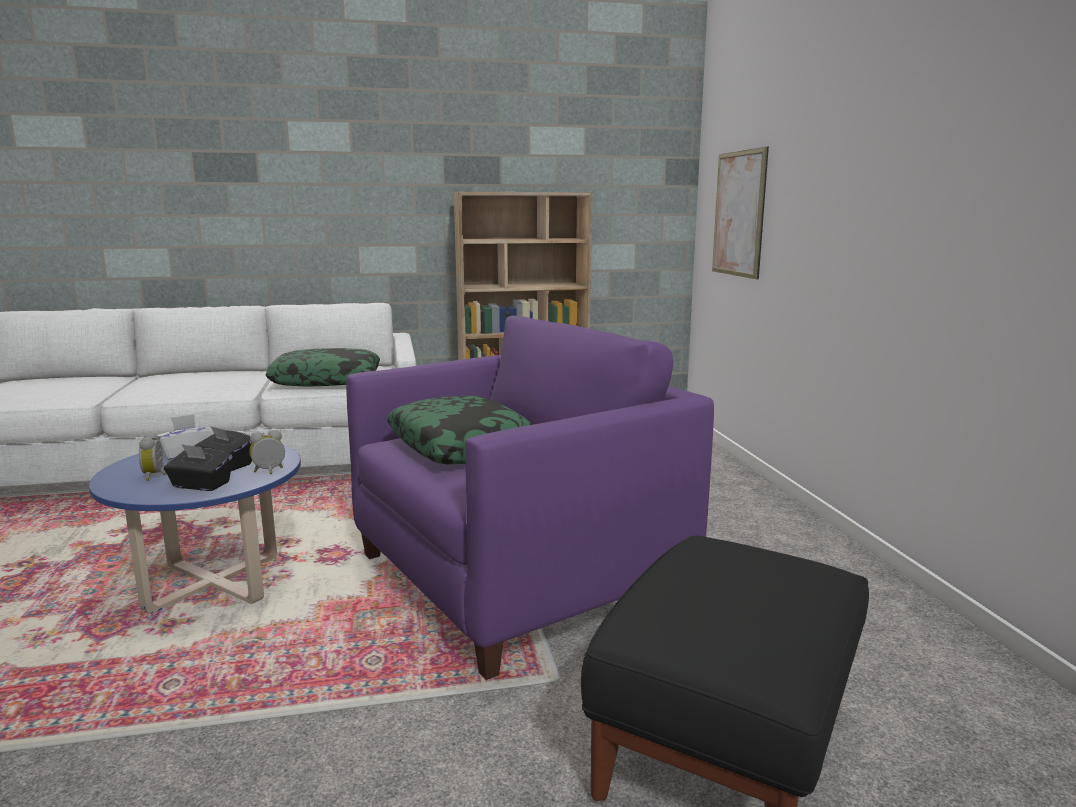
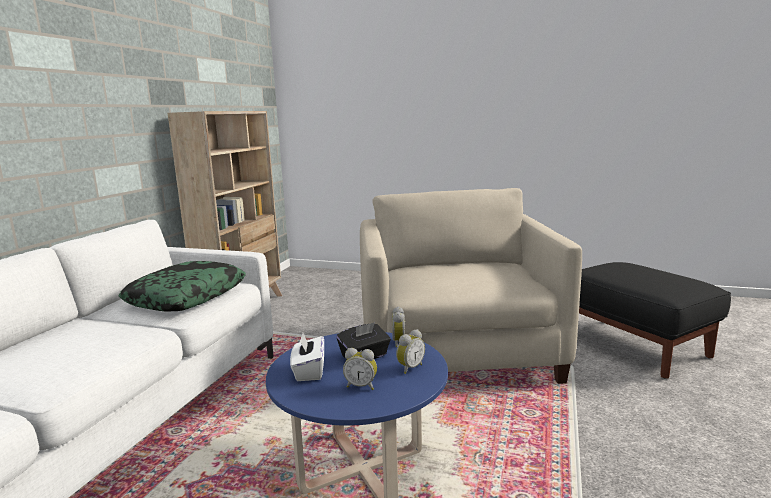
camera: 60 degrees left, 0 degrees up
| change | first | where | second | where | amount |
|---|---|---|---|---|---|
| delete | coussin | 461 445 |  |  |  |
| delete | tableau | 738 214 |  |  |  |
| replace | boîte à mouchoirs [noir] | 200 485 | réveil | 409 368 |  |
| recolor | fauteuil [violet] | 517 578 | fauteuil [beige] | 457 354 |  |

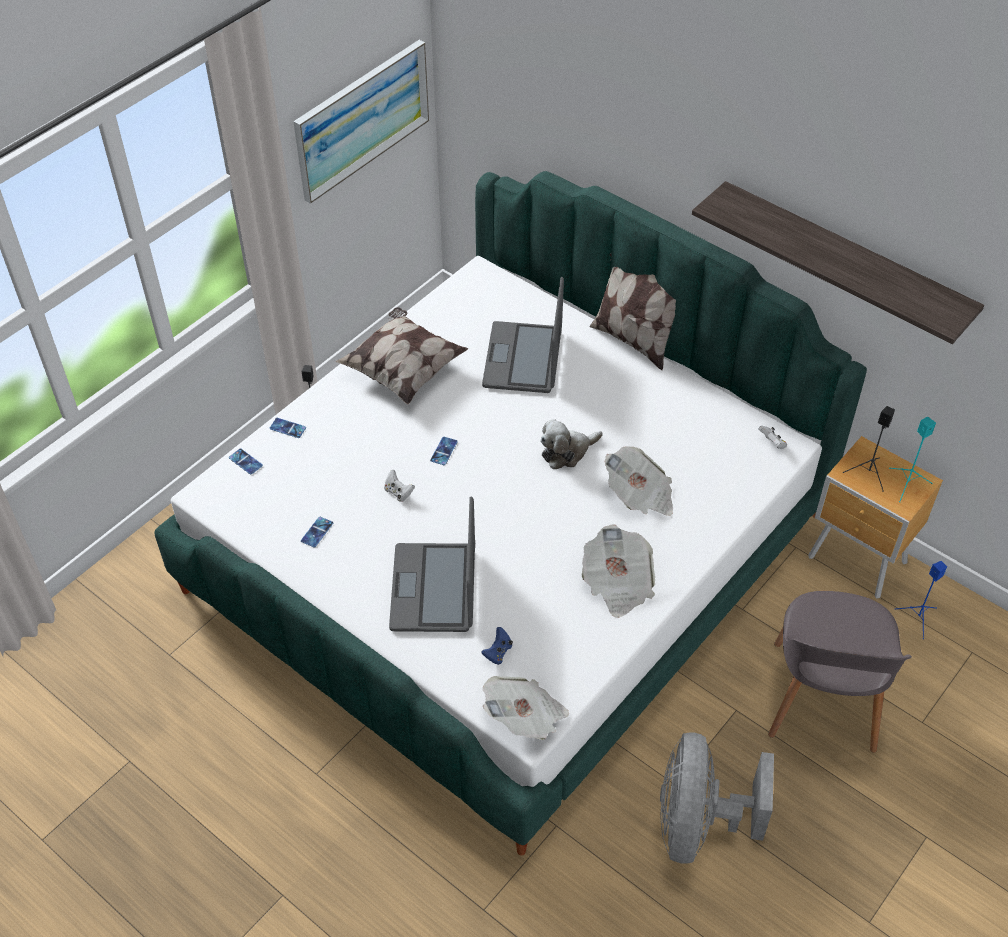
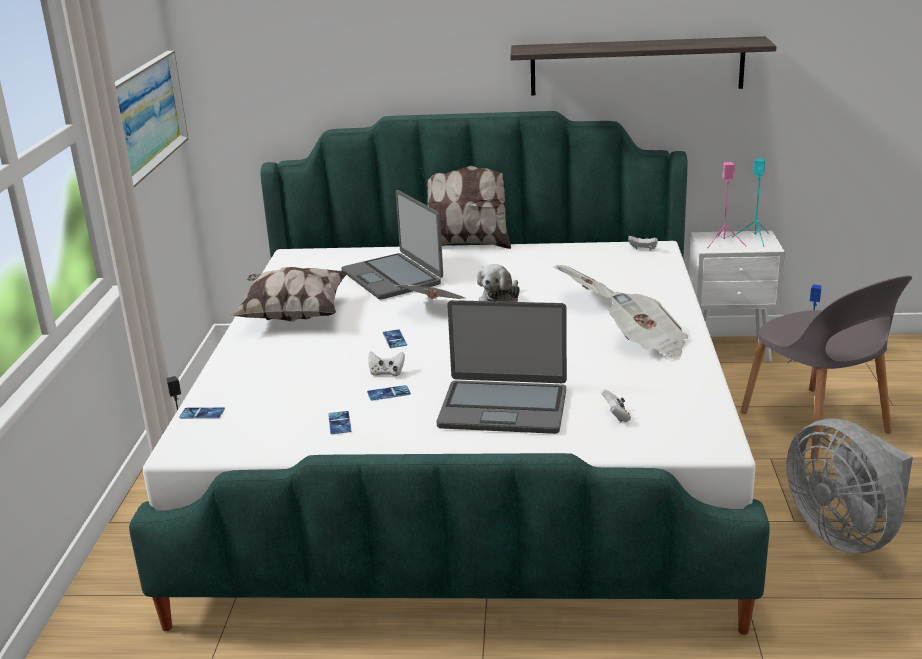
camera: 35 degrees left, 25 degrees down
| change | first | where | second | where | amount |
|---|---|---|---|---|---|
| move | téléphone | 288 428 |  | 388 393 |  |
| move | journal | 525 718 |  | 435 310 |  |
| recolor | manette [bleu] | 498 652 | manette [blanc] | 616 416 |  |
| recolor | table de chevet [marron] | 858 562 | table de chevet [blanc] | 731 352 |  |
| recolor | enceinte [noir] | 869 474 | enceinte [rose] | 724 243 |  |
| rotate | ordinateur portable | 434 588 |  | 503 407 | 45 degrees counterclockwise |

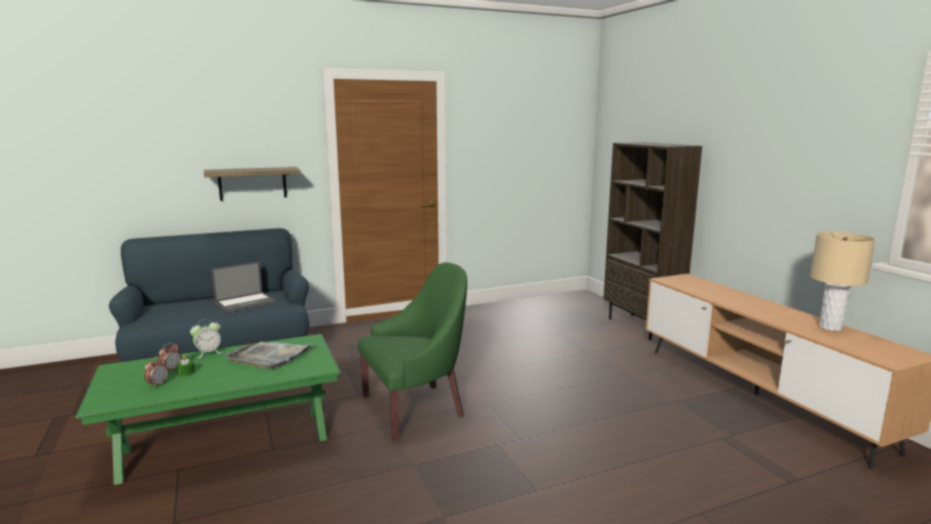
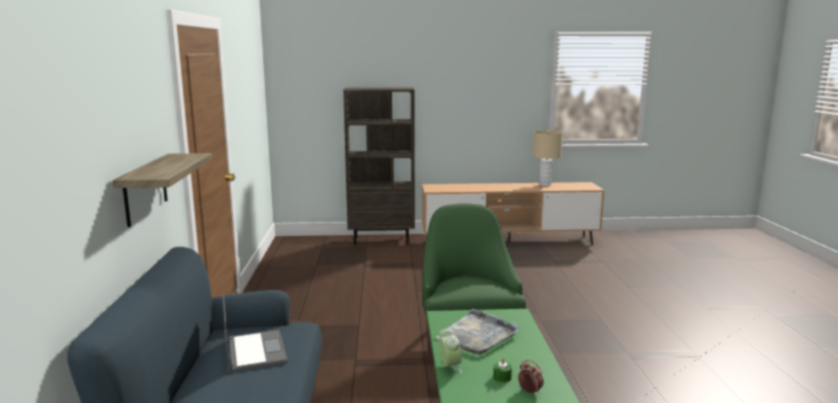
camera: 70 degrees left, 0 degrees up
| change | first | where | second | where | amount |
|---|---|---|---|---|---|
| delete | réveil | 171 369 |  |  |  |

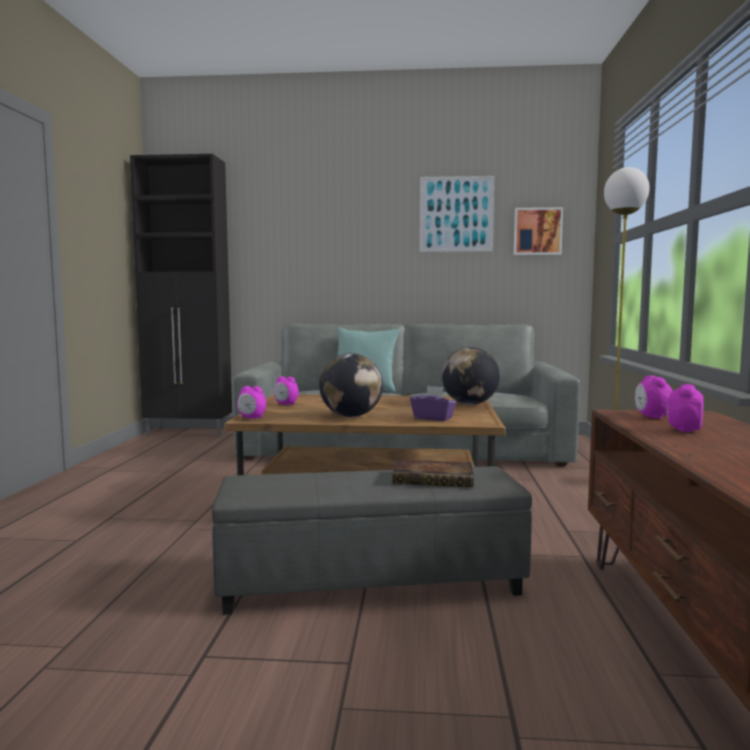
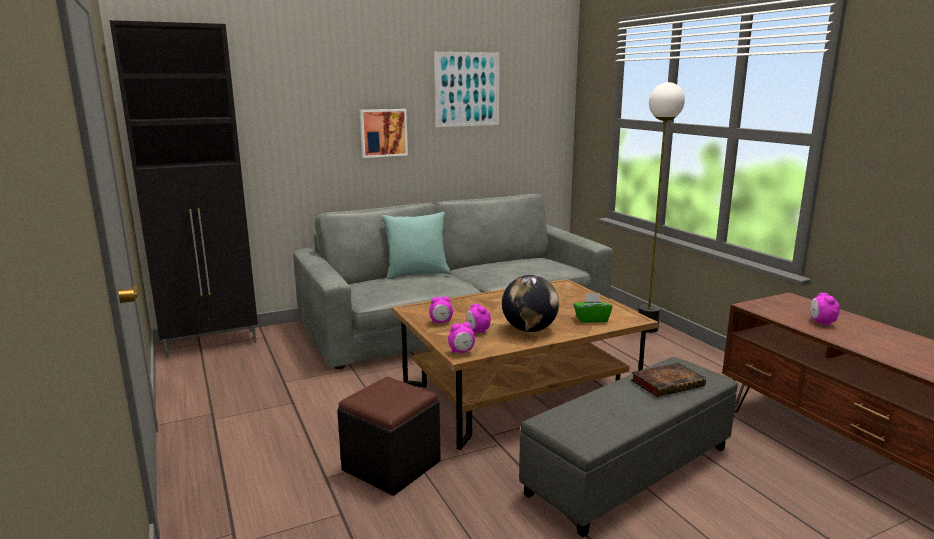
camera: 30 degrees left, 10 degrees up
| change | first | where | second | where | amount |
|---|---|---|---|---|---|
| delete | globe | 469 404 |  |  |  |
| insert |  |  | pouf [noir] | 391 466 |  |
| move | tableau | 537 231 |  | 383 132 |  |
| move | réveil | 651 417 |  | 477 331 |  |
| recolor | boîte à mouchoirs [violet] | 433 418 | boîte à mouchoirs [vert] | 591 319 |  |

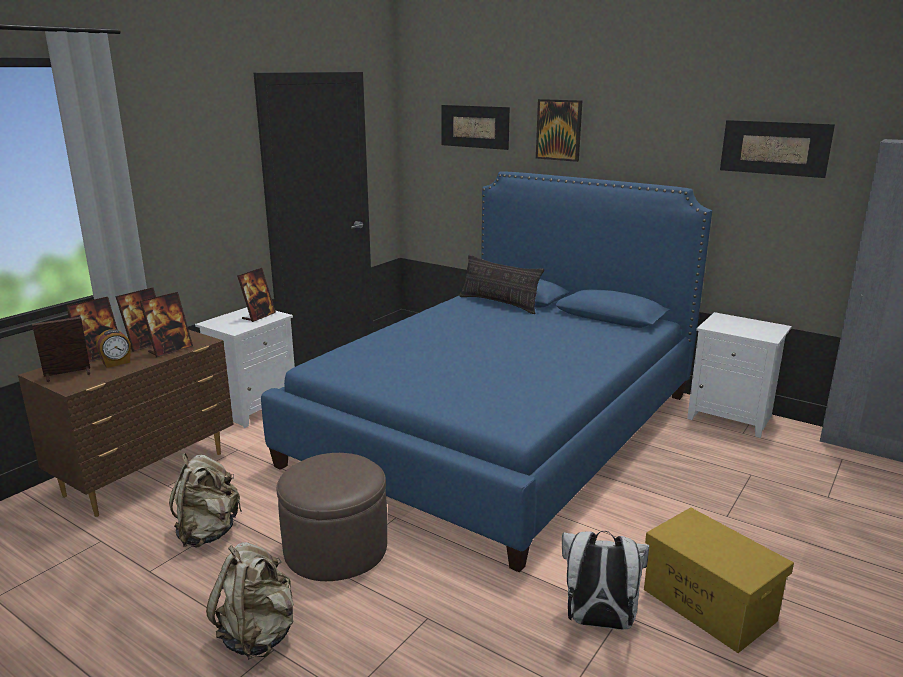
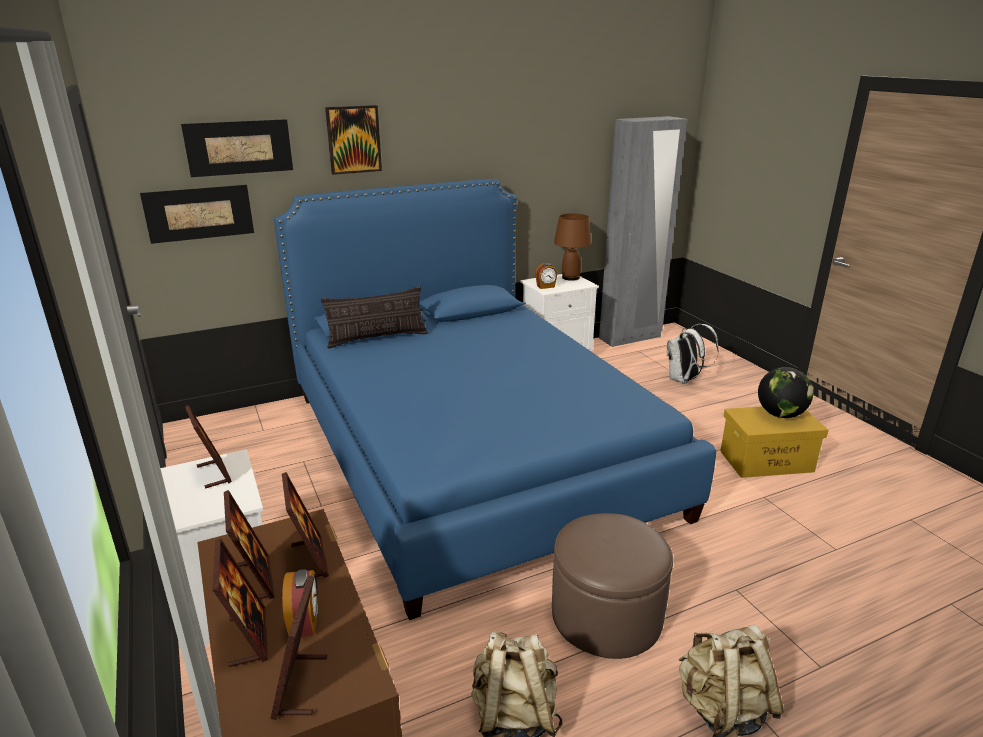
camera: 60 degrees left, 5 degrees up
| change | first | where | second | where | amount |
|---|---|---|---|---|---|
| insert |  |  | réveil | 546 286 |  |
| insert |  |  | lampe de table [marron] | 570 278 |  |
| insert |  |  | globe | 780 414 |  |
| move | sac à dos [blanc] | 598 622 |  | 684 380 |  |
| move | tableau | 774 148 |  | 199 213 |  |

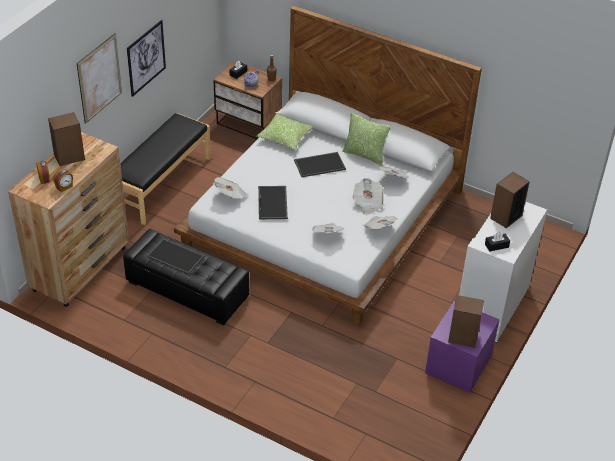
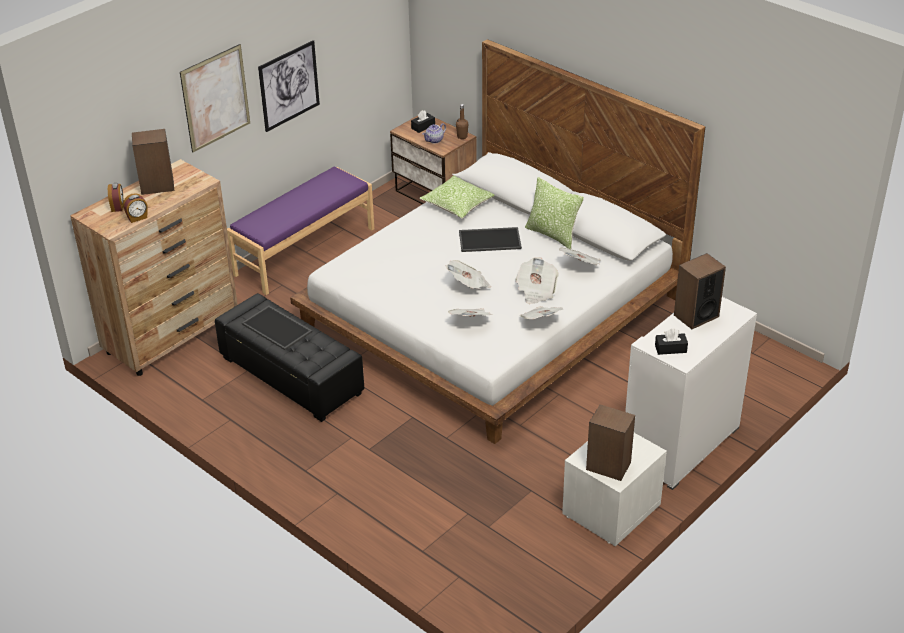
camera: 15 degrees right, 5 degrees down
| change | first | where | second | where | amount |
|---|---|---|---|---|---|
| delete | plateau | 273 203 |  |  |  |
| move | journal | 230 195 |  | 469 285 |  |
| recolor | banc [noir] | 161 183 | banc [violet] | 304 251 |  |
| recolor | table de chevet [violet] | 459 365 | table de chevet [blanc] | 611 510 |  |

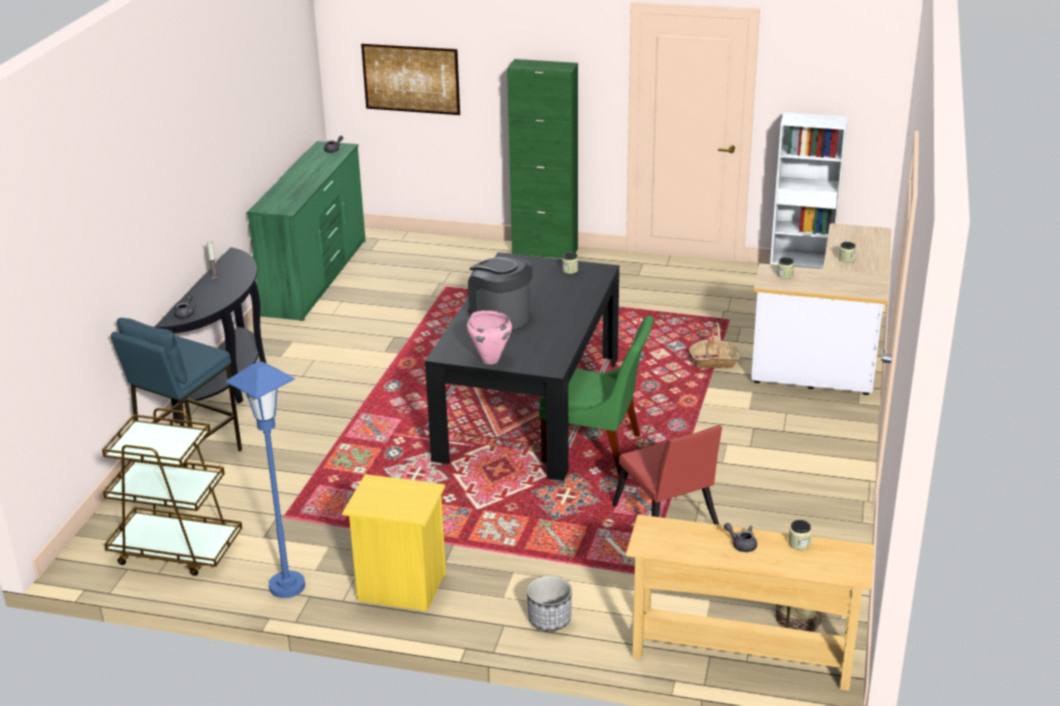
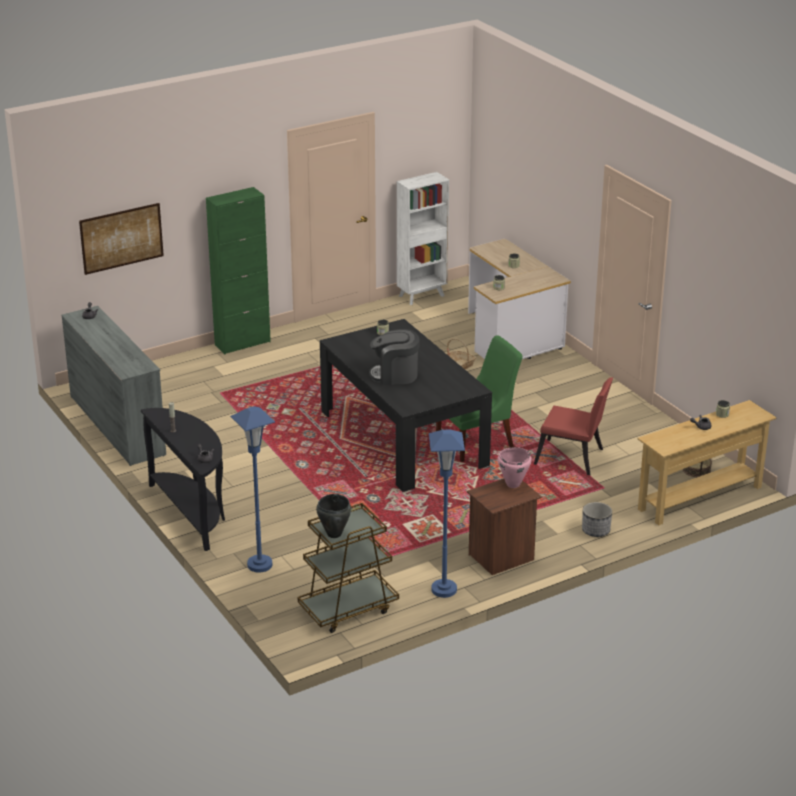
camera: 45 degrees left, 0 degrees up
| change | first | where | second | where | amount |
|---|---|---|---|---|---|
| insert |  |  | marmite [noir] | 334 534 |  |
| move | marmite [rose] | 490 359 |  | 512 484 |  |
| replace | tabouret [bleu] | 189 461 | lampadaire [bleu] | 259 565 |  |
| recolor | commode [vert] | 317 277 | commode [gris] | 117 425 |  |
| recolor | table de chevet [jaune] | 400 588 | table de chevet [marron] | 502 558 |  |

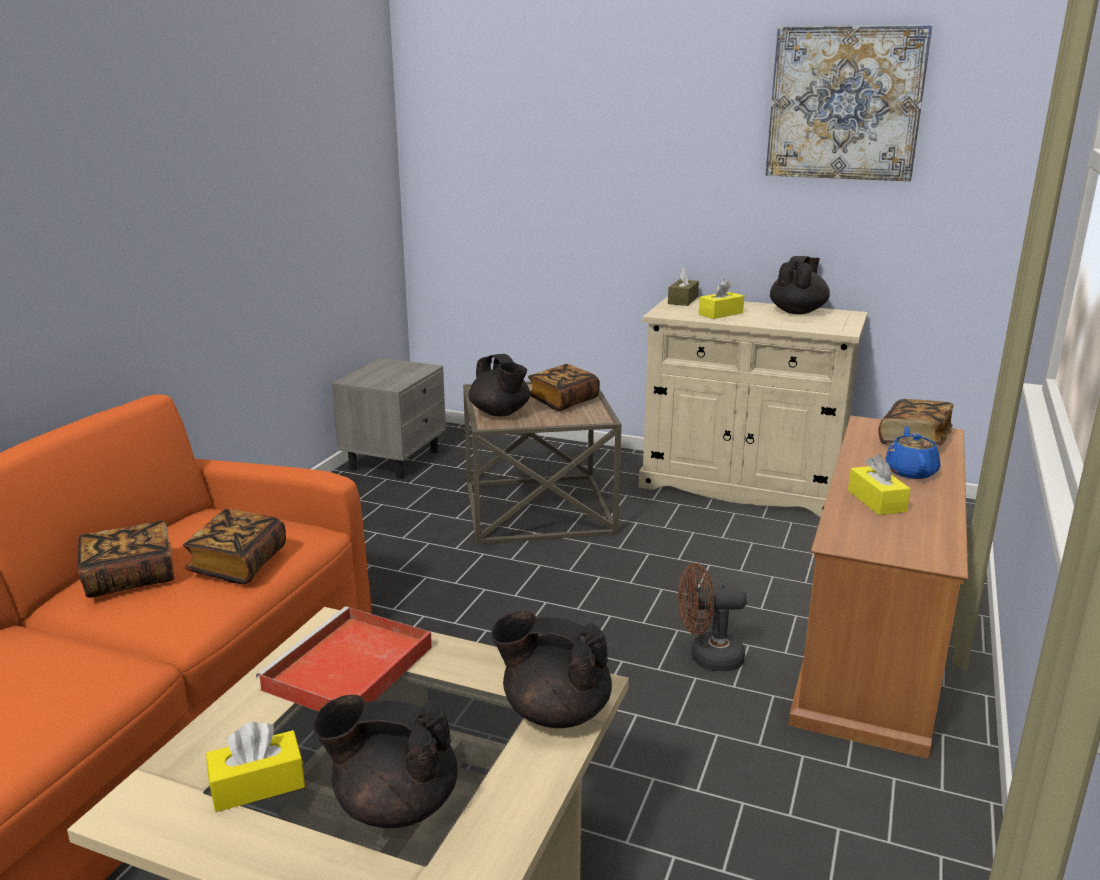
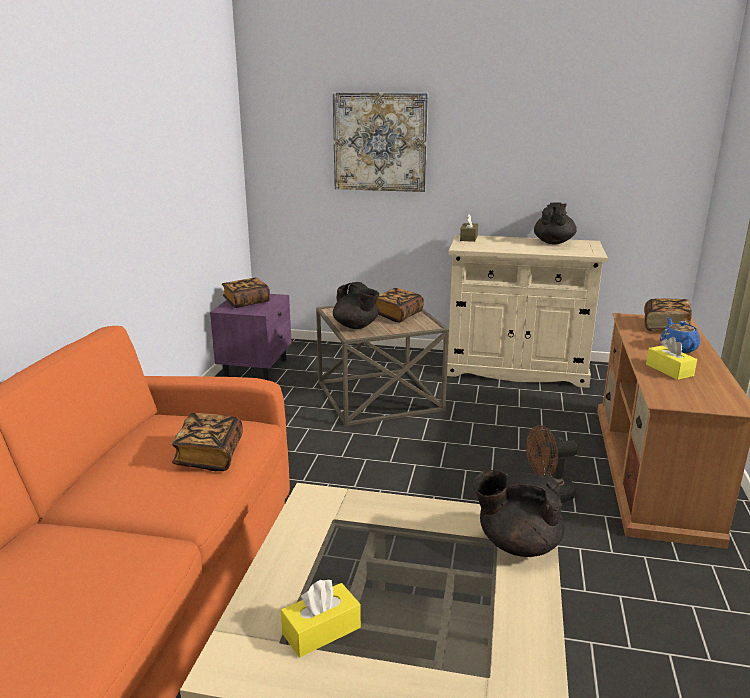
camera: 10 degrees left, 0 degrees up
| change | first | where | second | where | amount |
|---|---|---|---|---|---|
| delete | plateau [rouge] | 347 670 |  |  |  |
| delete | théière [noir] | 394 804 |  |  |  |
| delete | boîte à mouchoirs [jaune] | 720 313 |  |  |  |
| move | livre | 130 577 |  | 246 302 |  |
| move | tableau | 845 103 |  | 380 142 |  |
| recolor | table de chevet [gris] | 395 459 | table de chevet [violet] | 256 368 |  |

